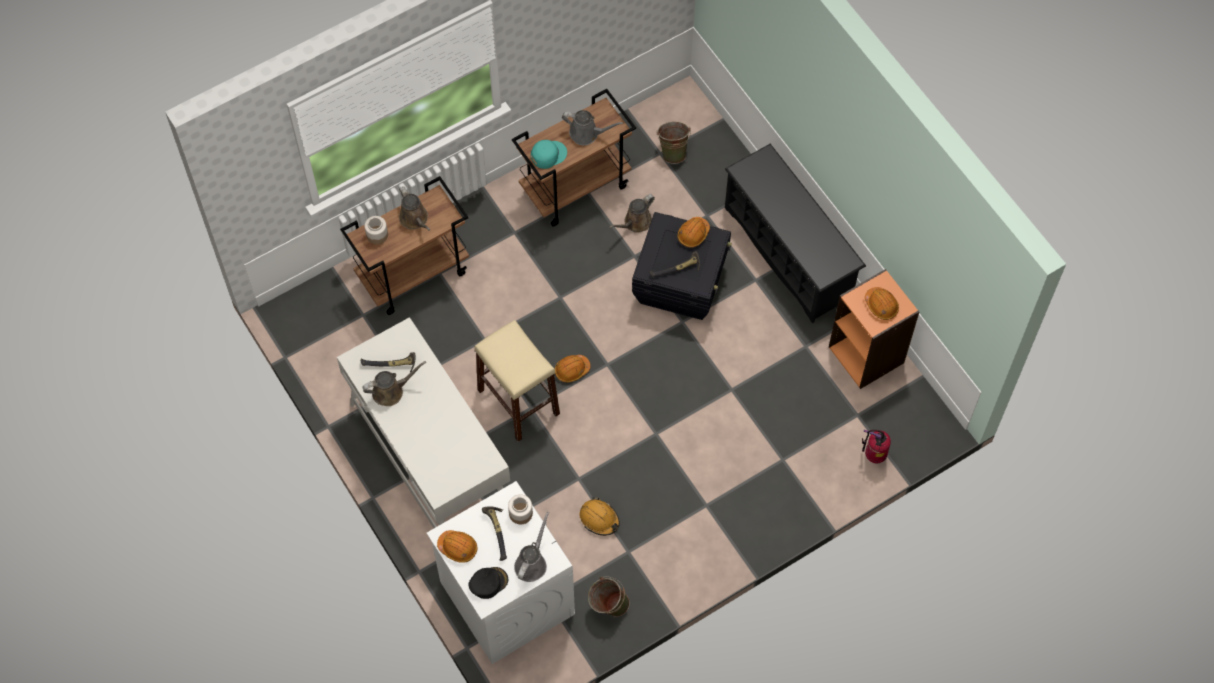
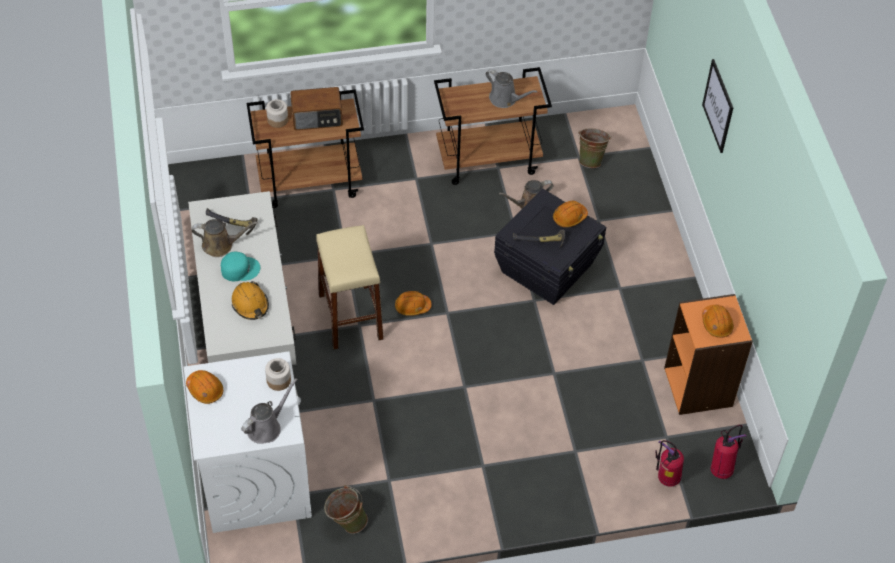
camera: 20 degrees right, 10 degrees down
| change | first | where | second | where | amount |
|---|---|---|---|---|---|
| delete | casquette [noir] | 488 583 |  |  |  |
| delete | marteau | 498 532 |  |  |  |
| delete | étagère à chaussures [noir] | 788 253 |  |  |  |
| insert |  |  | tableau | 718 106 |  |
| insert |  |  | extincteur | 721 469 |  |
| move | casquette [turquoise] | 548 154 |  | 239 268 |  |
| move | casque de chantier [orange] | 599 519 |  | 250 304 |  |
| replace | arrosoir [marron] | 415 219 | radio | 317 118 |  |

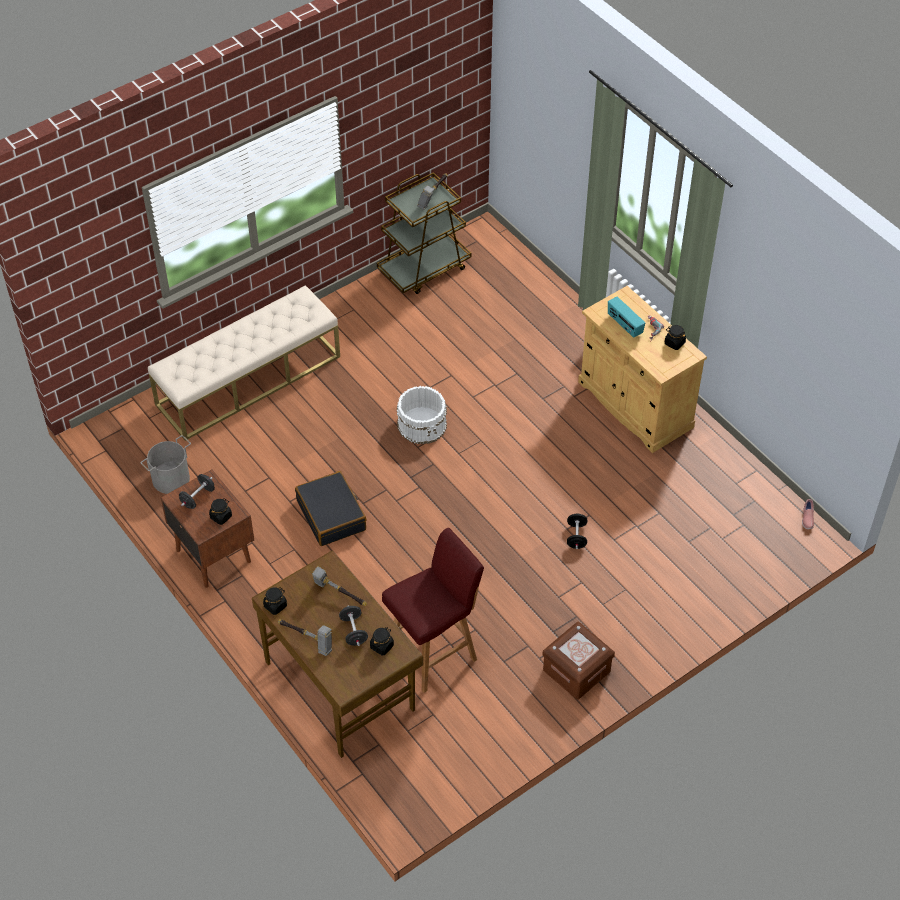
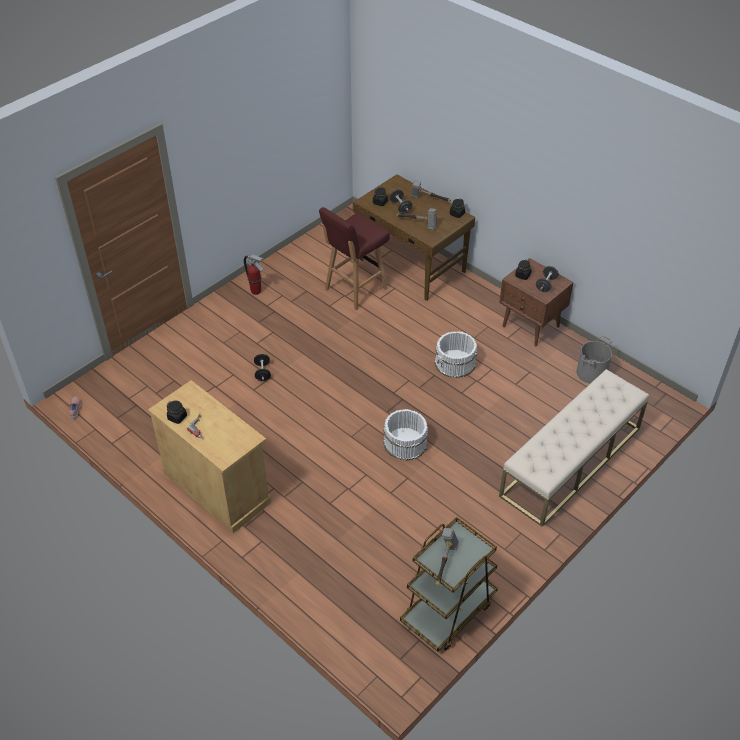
camera: 170 degrees right, 5 degrees down
| change | first | where | second | where | amount |
|---|---|---|---|---|---|
| delete | radio | 624 325 |  |  |  |
| replace | valise [noir] | 331 515 | seau [blanc] | 455 363 |  |
| replace | boîte de rangement [marron] | 576 670 | extincteur | 256 291 |  |

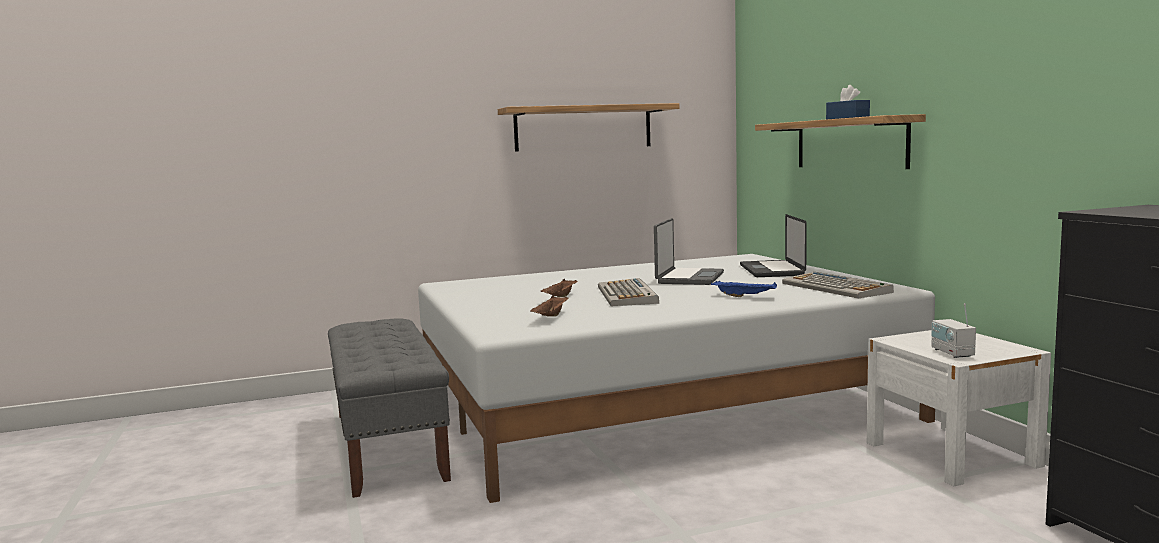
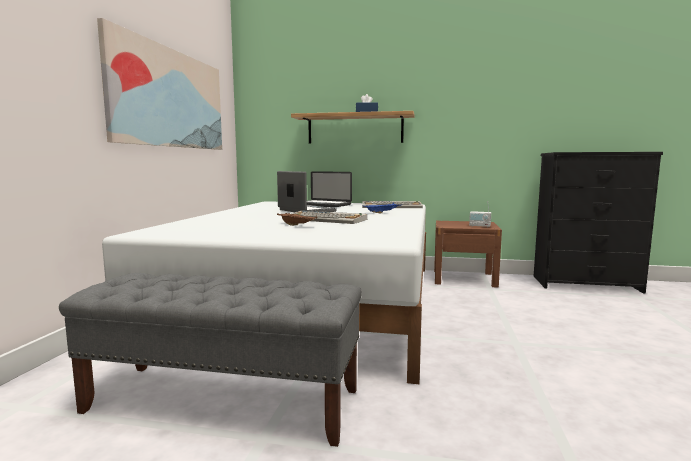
camera: 60 degrees left, 0 degrees up
| change | first | where | second | where | amount |
|---|---|---|---|---|---|
| delete | plateau [marron] | 551 317 |  |  |  |
| replace | étagère | 583 128 | tableau | 171 99 |  |
| recolor | table de chevet [blanc] | 951 454 | table de chevet [marron] | 464 278 |  |

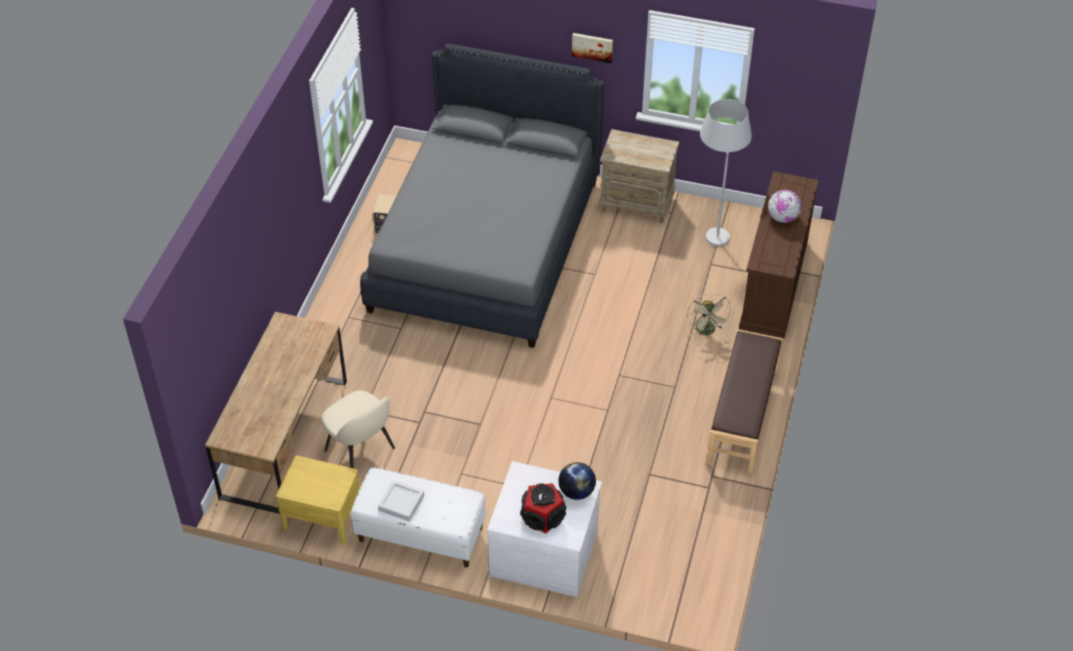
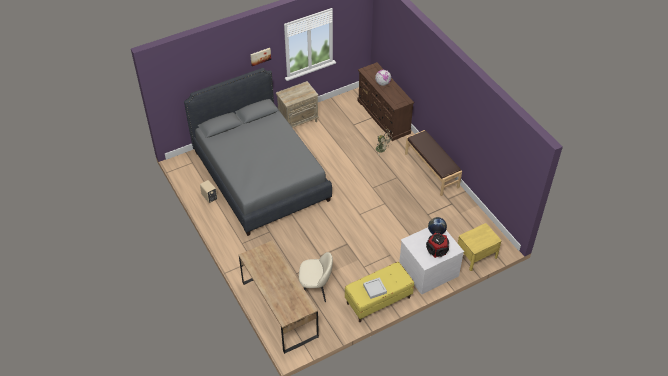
camera: 45 degrees left, 0 degrees up
| change | first | where | second | where | amount |
|---|---|---|---|---|---|
| delete | lampadaire [blanc] | 714 228 |  |  |  |
| move | table de chevet [jaune] | 322 516 |  | 476 255 |  |
| recolor | banc [blanc] | 420 534 | banc [jaune] | 378 301 |  |

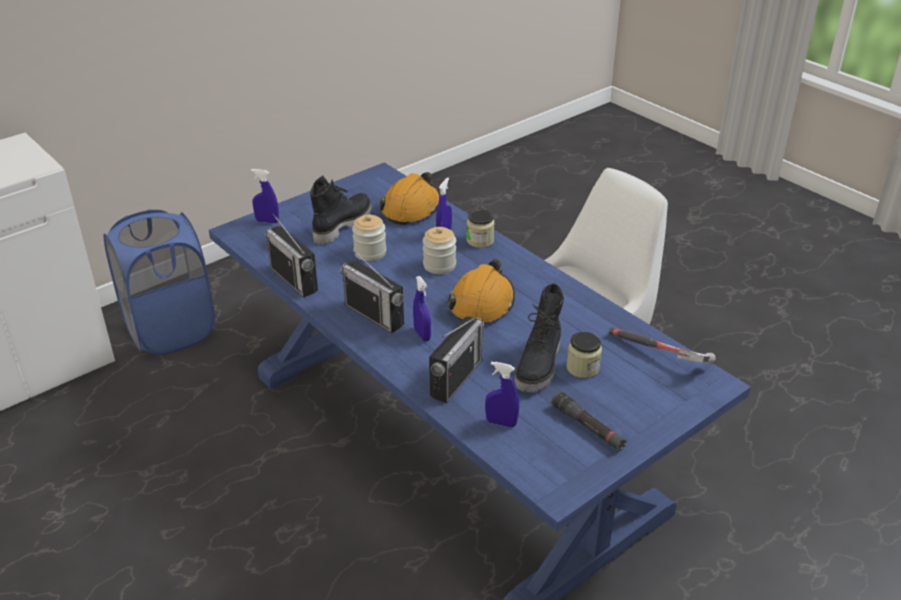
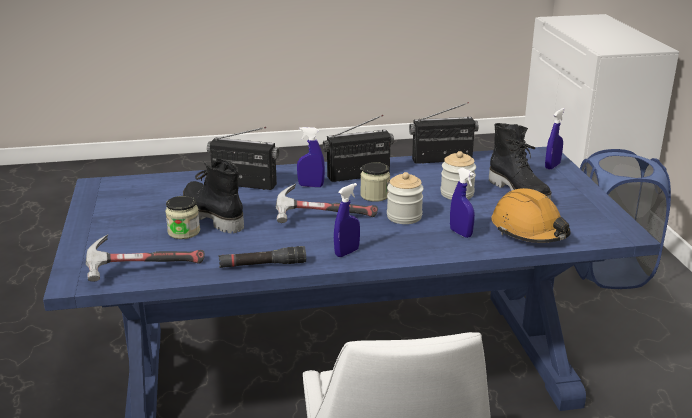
camera: 120 degrees right, 10 degrees down
| change | first | where | second | where | amount |
|---|---|---|---|---|---|
| move | bocal | 480 240 |  | 374 195 |  |
| move | vaporisateur [bleu] | 501 423 |  | 347 252 |  |
| move | lampe de poche [noir] | 588 427 |  | 262 265 |  |
| replace | casque de chantier [orange] | 482 303 | marteau | 323 218 |  |
| rotate | radio | 456 378 |  | 244 184 | 135 degrees clockwise |

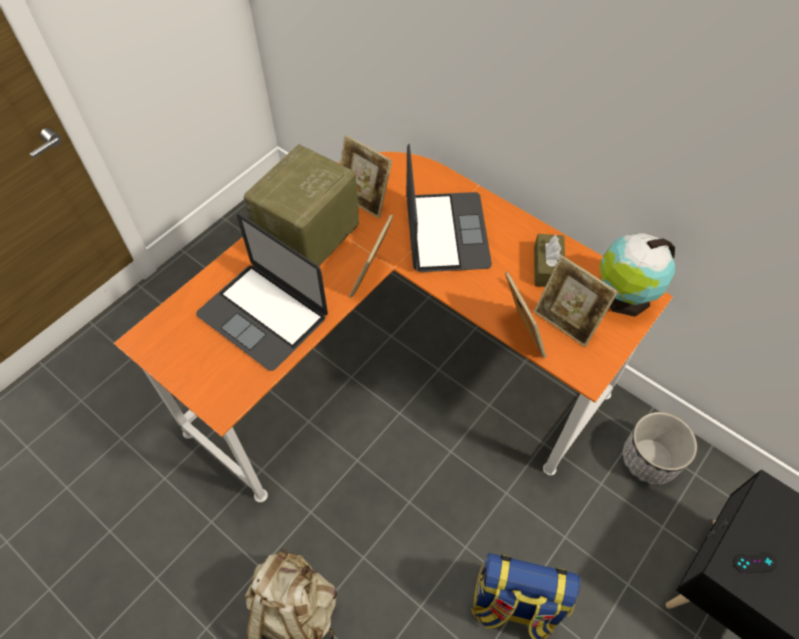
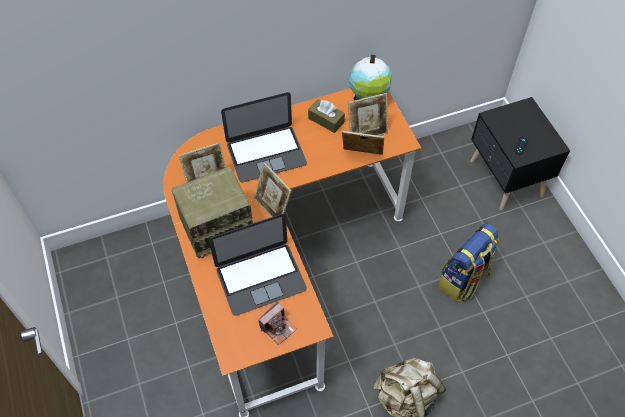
camera: 60 degrees left, 0 degrees up
| change | first | where | second | where | amount |
|---|---|---|---|---|---|
| delete | cache-pot | 649 460 |  |  |  |
| insert |  |  | appareil photo | 278 327 |  |
| rotate | radio | 309 239 |  | 218 227 | 90 degrees counterclockwise |
| rotate | ordinateur portable | 446 232 |  | 266 153 | 135 degrees clockwise |

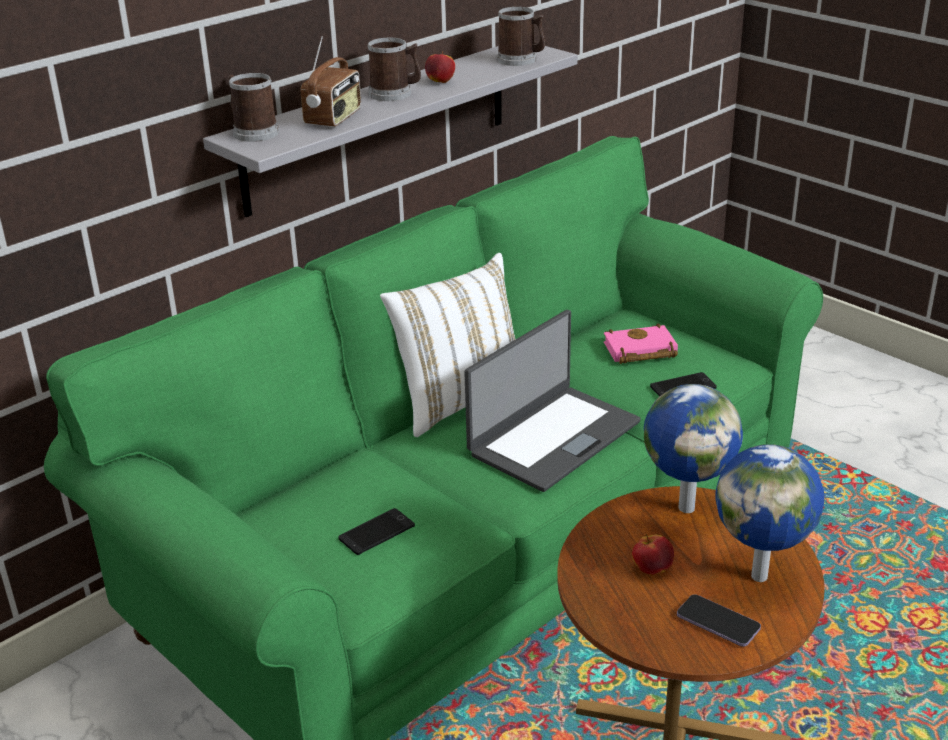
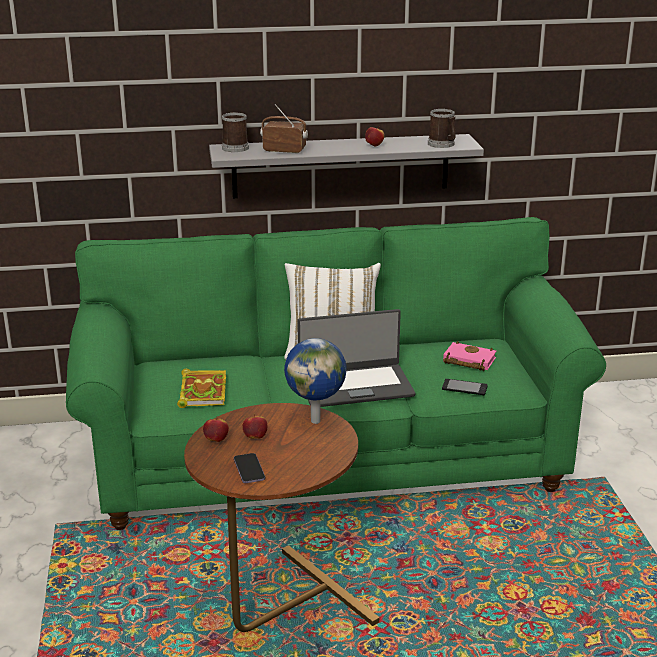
camera: 35 degrees right, 5 degrees down
| change | first | where | second | where | amount |
|---|---|---|---|---|---|
| delete | mug | 395 94 |  |  |  |
| delete | globe | 761 575 |  |  |  |
| insert |  |  | pomme | 216 440 |  |
| replace | téléphone | 376 532 | livre | 202 391 |  |
| rotate | radio | 334 118 |  | 284 150 | 135 degrees counterclockwise |

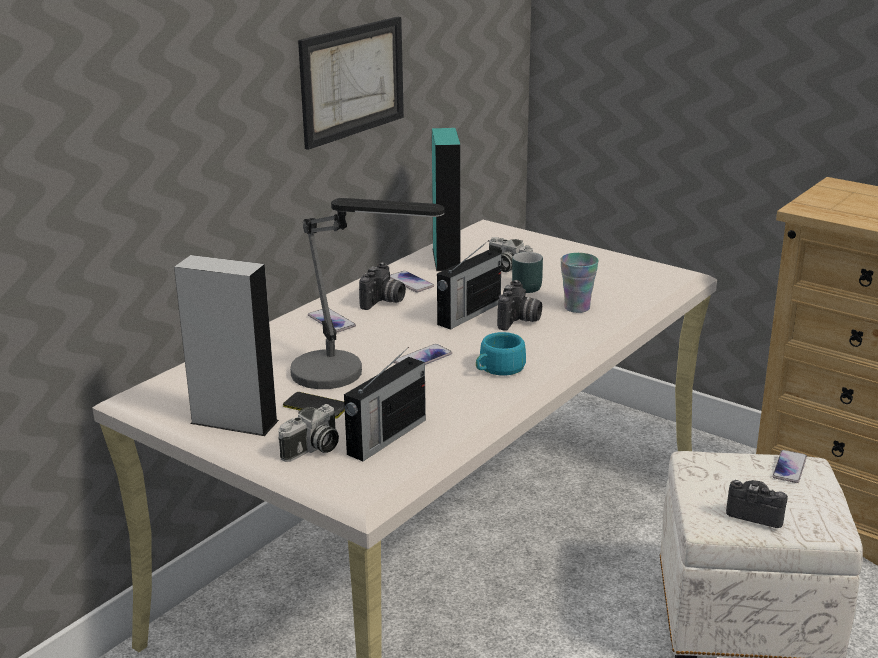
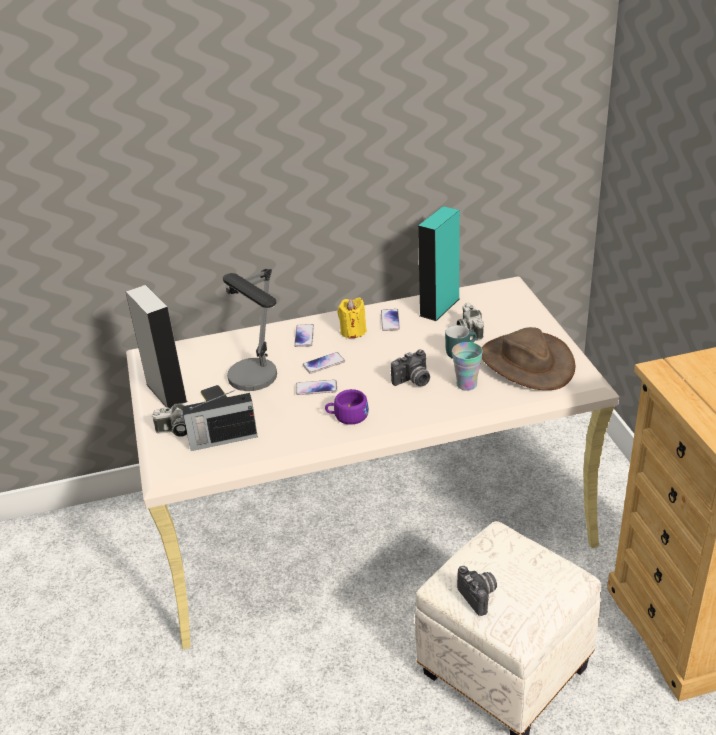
camera: 40 degrees right, 10 degrees up
| change | first | where | second | where | amount |
|---|---|---|---|---|---|
| delete | tableau | 352 80 |  |  |  |
| delete | radio | 468 314 |  |  |  |
| insert |  |  | chapeau [marron] | 526 363 |  |
| move | téléphone | 789 467 |  | 324 363 |  |
| replace | appareil photo | 383 302 | bougie [jaune] | 353 331 |  |
| recolor | tasse [turquoise] | 498 369 | tasse [violet] | 347 416 |  |

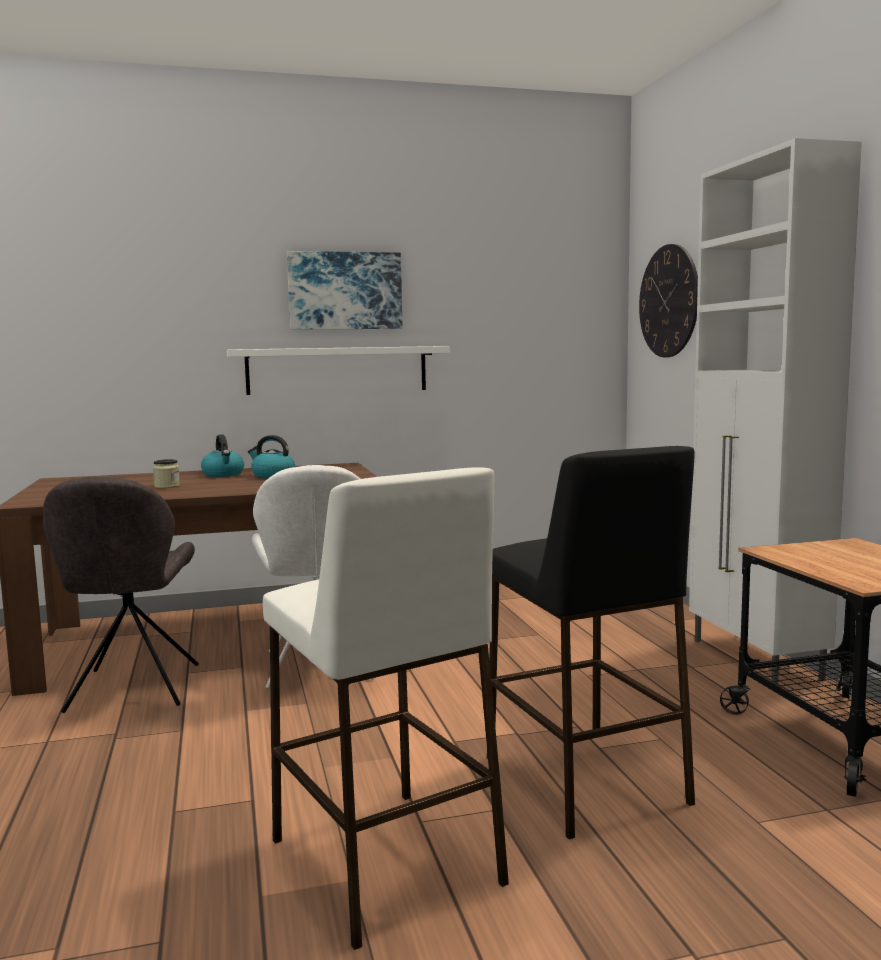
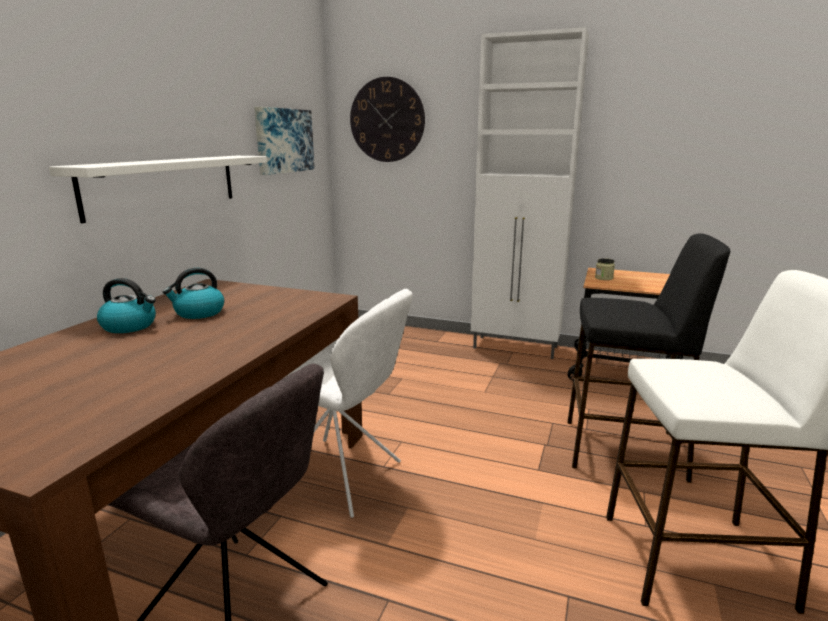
camera: 55 degrees left, 10 degrees up
| change | first | where | second | where | amount |
|---|---|---|---|---|---|
| move | bocal | 167 486 |  | 604 278 |  |
| move | tableau | 345 291 |  | 284 140 |  |

